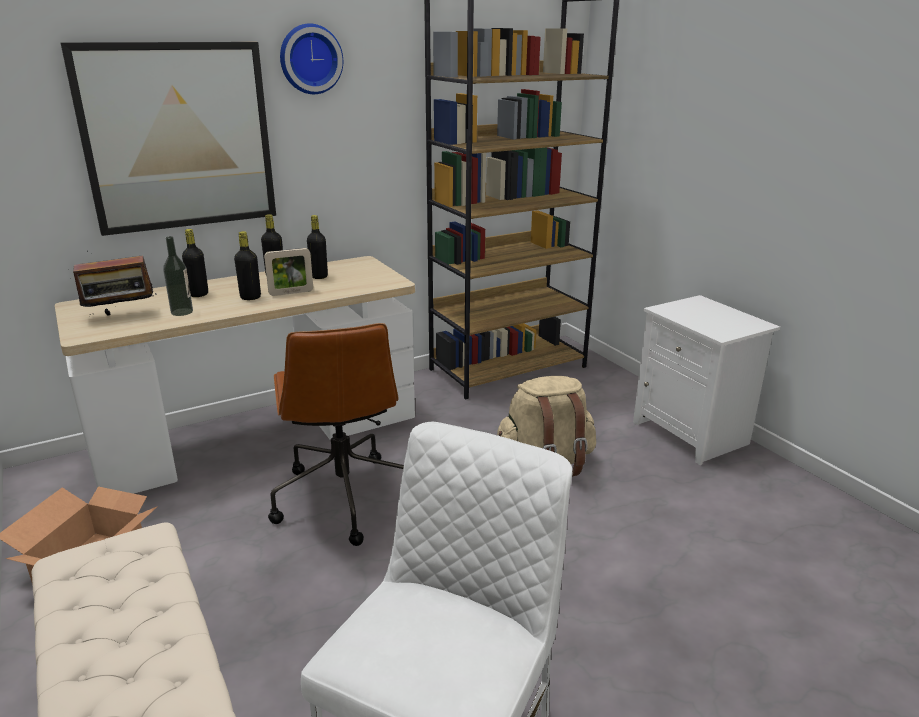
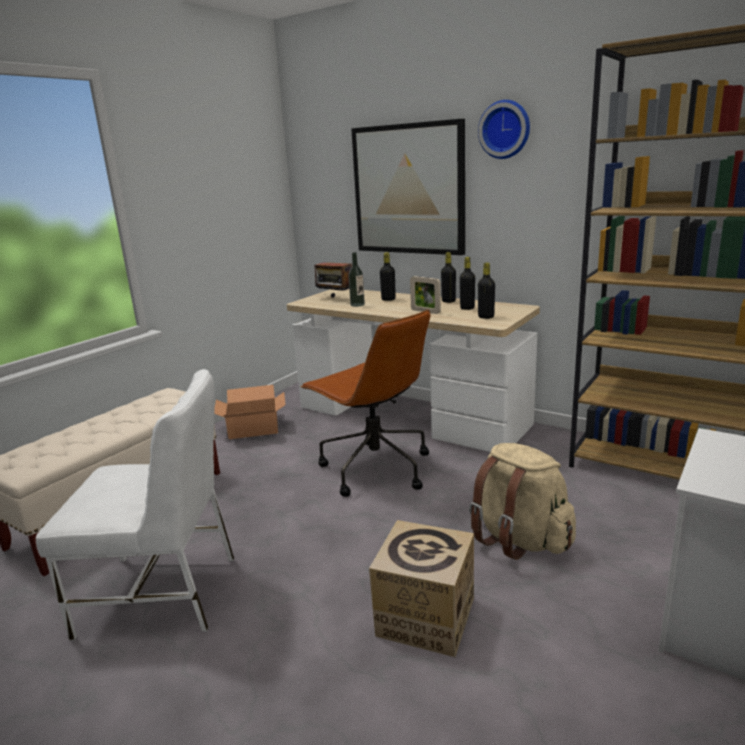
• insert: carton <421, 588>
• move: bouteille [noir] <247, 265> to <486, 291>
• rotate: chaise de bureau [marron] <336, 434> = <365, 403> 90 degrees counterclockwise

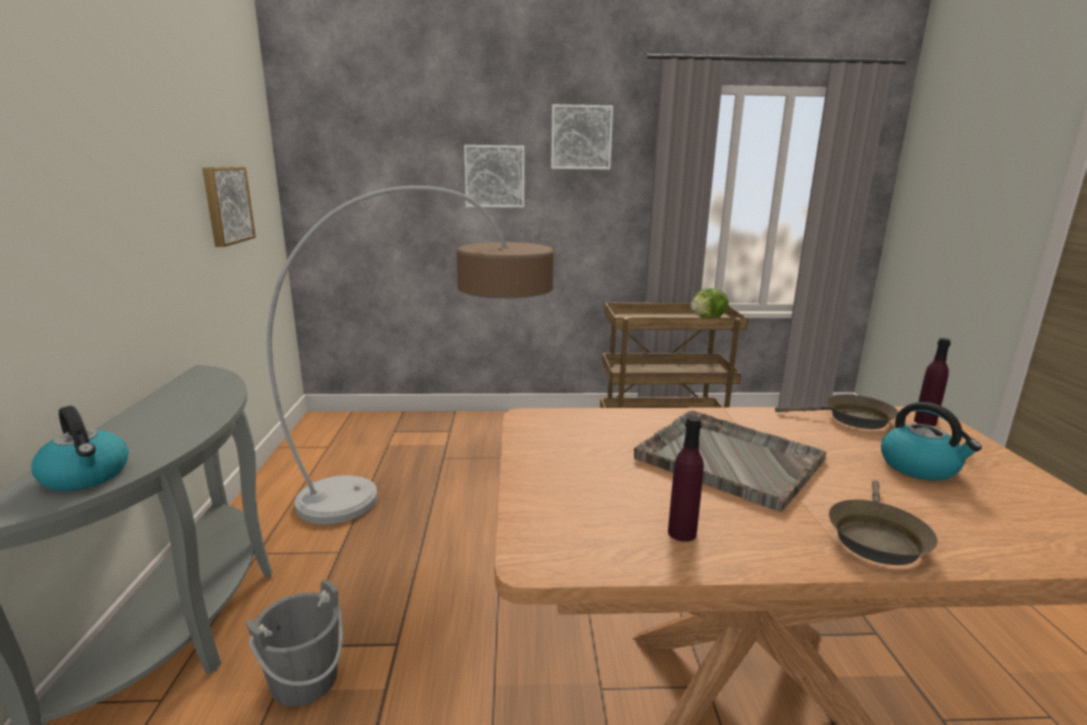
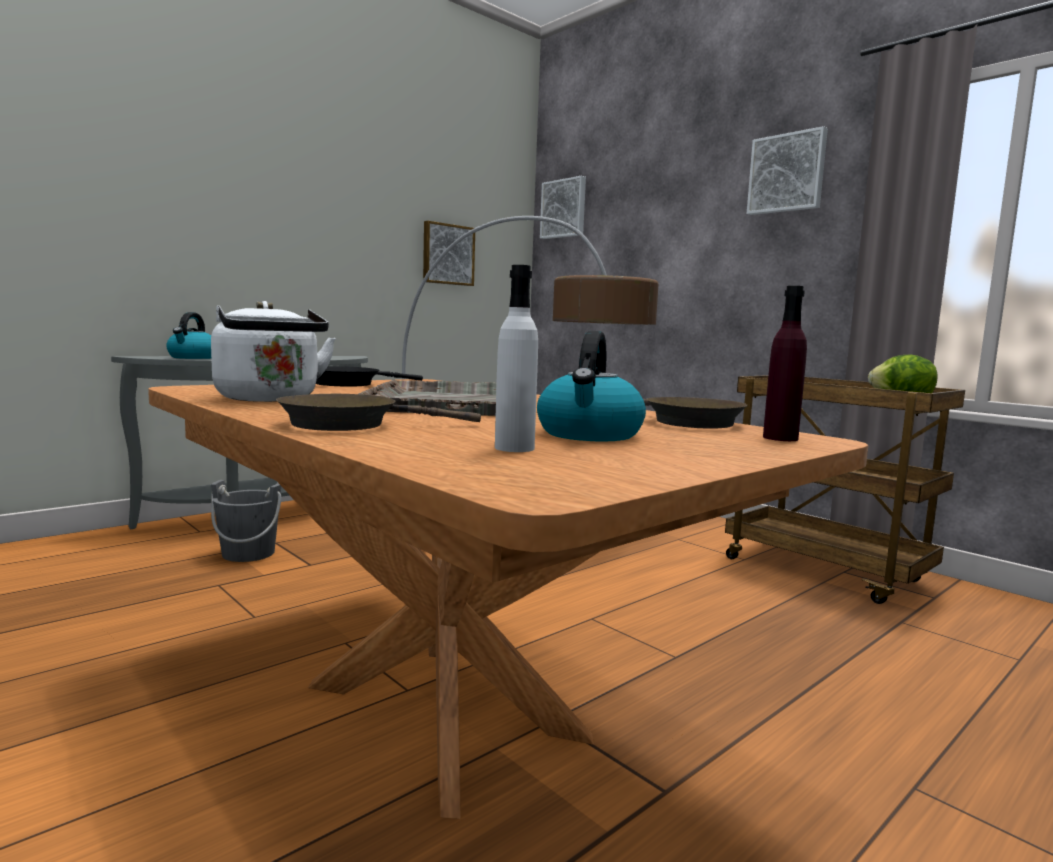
• insert: poêle [noir] <369, 376>
• insert: bouteille [blanc] <516, 358>
• move: tableau <494, 176> to <563, 207>
• replace: bouteille [violet] <686, 479> to bouilloire [blanc] <273, 351>

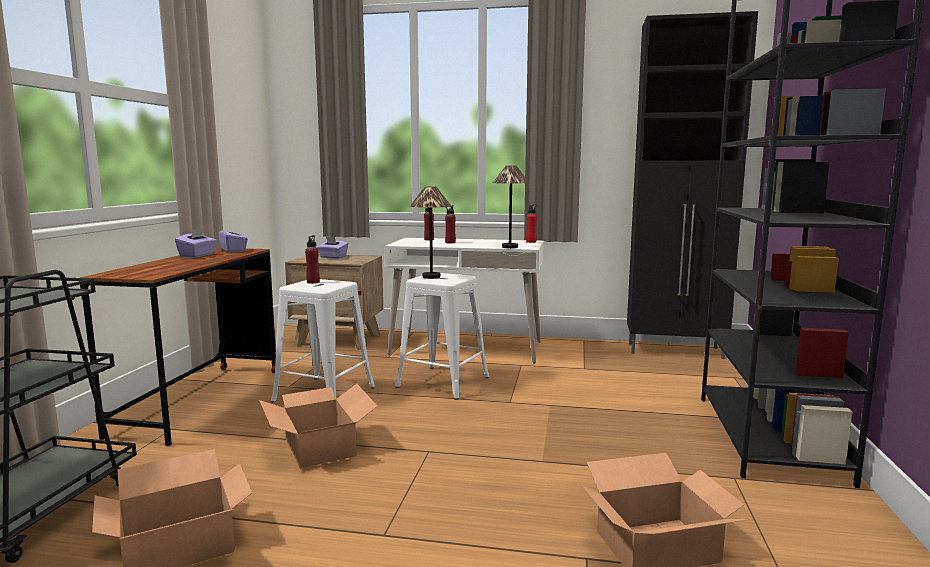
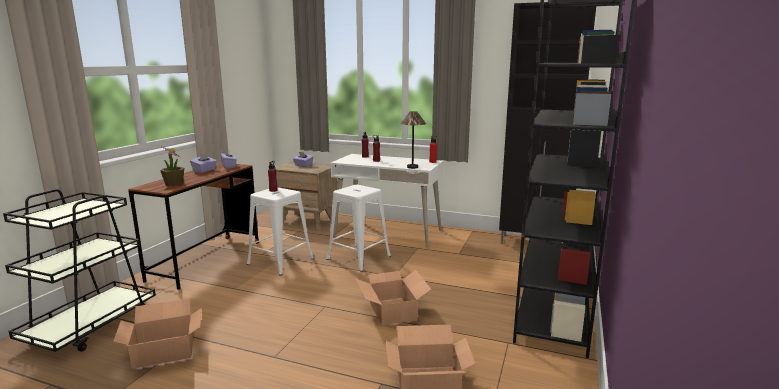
• delete: lampe de table <430, 233>
• insert: plante en pot <172, 166>
• move: carton <318, 426> to <393, 297>

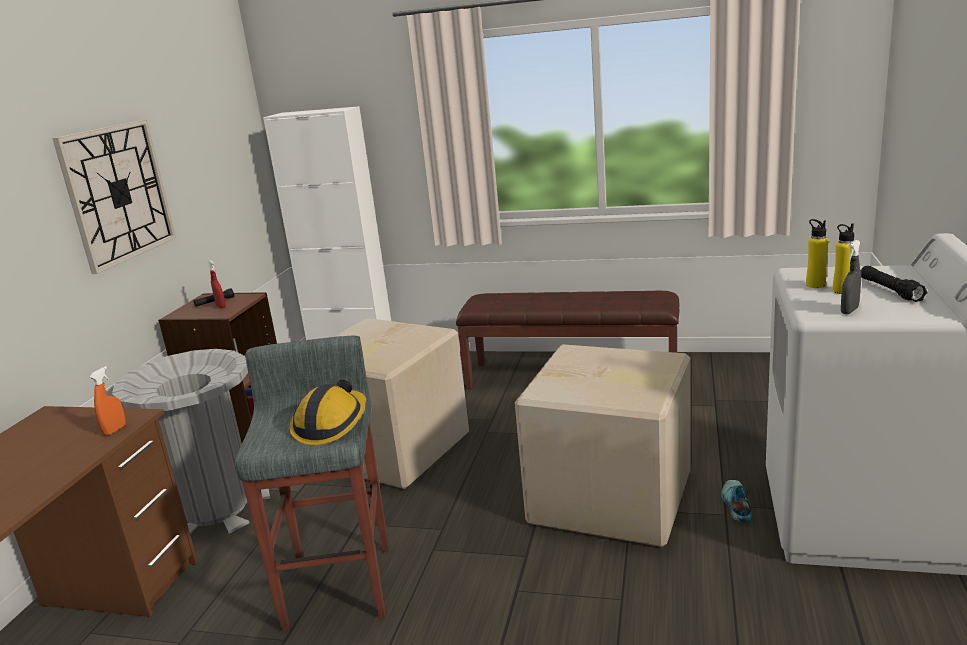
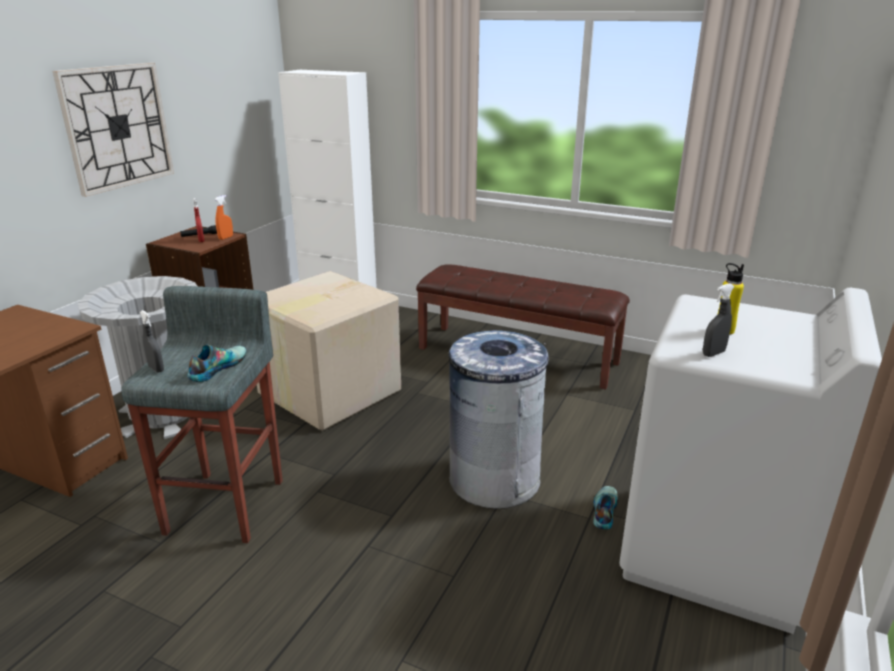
• delete: bouteille [jaune] <817, 253>
• delete: lampe de poche [noir] <894, 284>
• insert: vaporisateur [gris] <152, 341>
• move: vaporisateur [orange] <107, 401> to <224, 217>
• replace: casque de chantier <327, 412> to chaussure <216, 363>
• replace: carton <602, 445> to poubelle [gris] <499, 419>

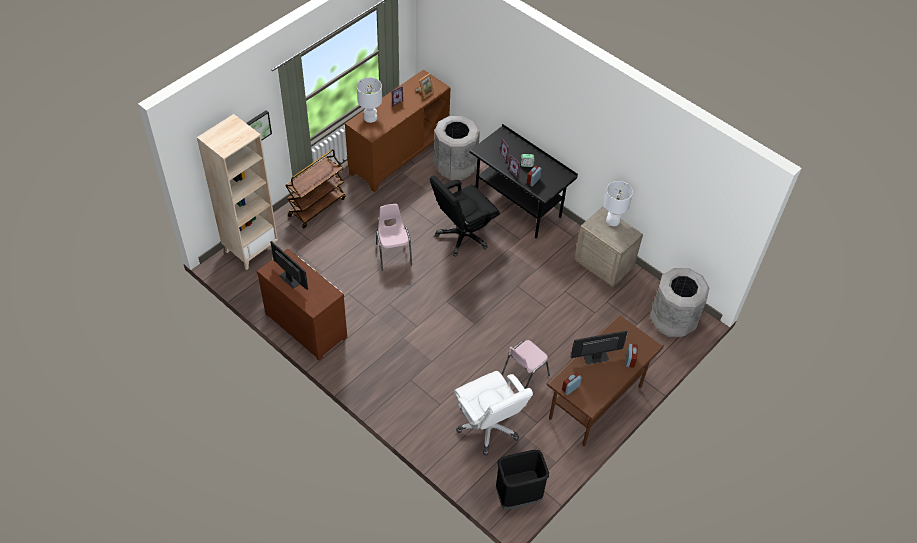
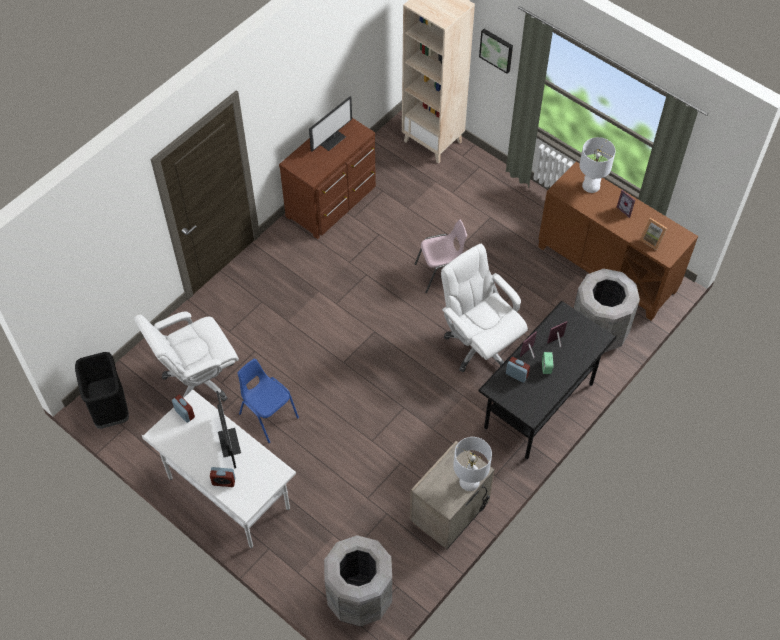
• delete: chariot [marron] <315, 188>
• recolor: chaise de bureau [noir] <465, 216> to chaise de bureau [blanc] <484, 308>
• recolor: chaise [rose] <525, 364> to chaise [bleu] <268, 401>
• recolor: bureau [marron] <605, 381> to bureau [blanc] <218, 469>

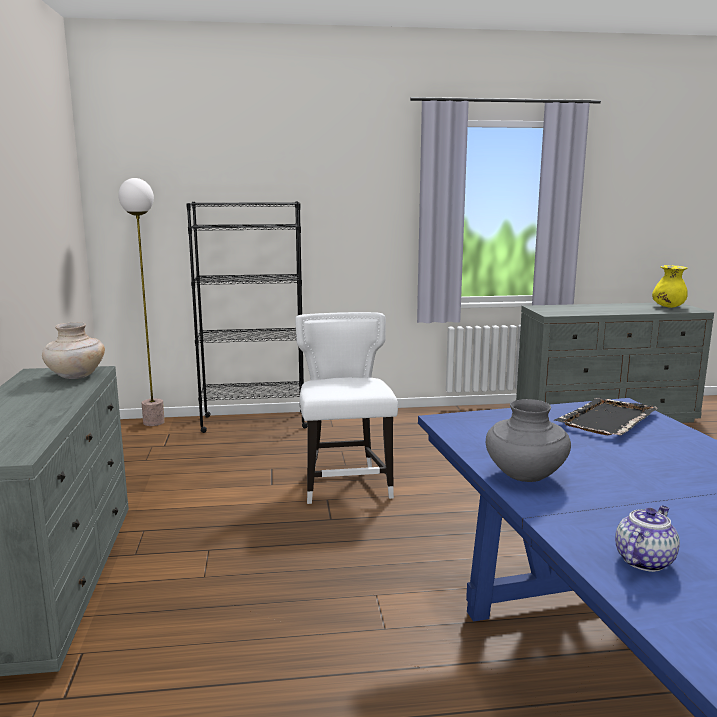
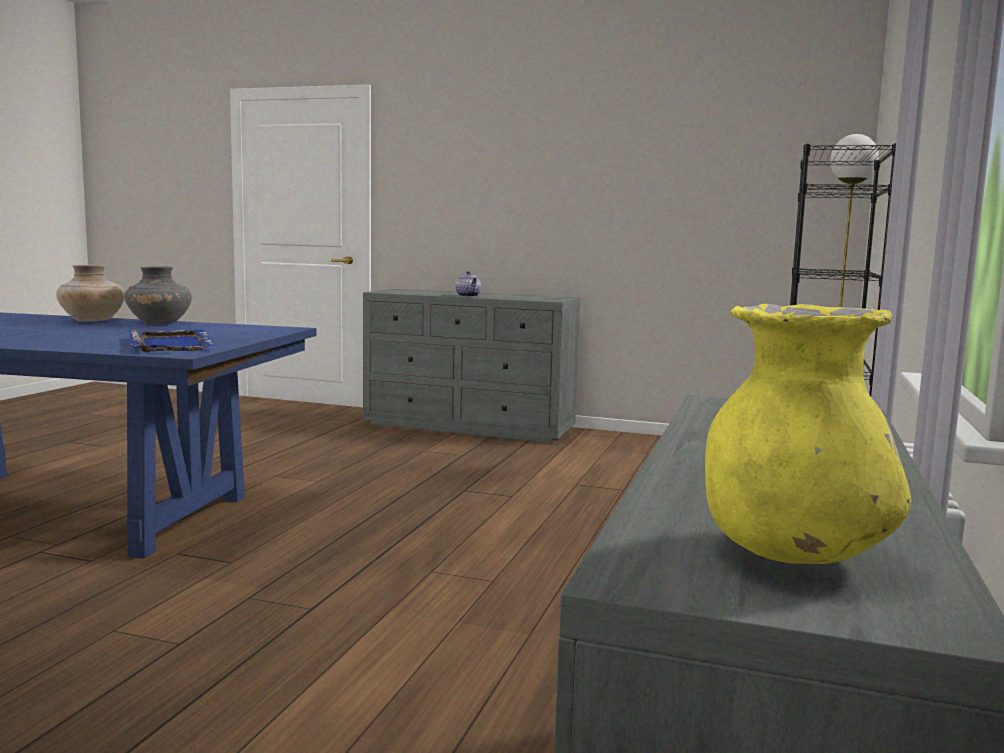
• delete: chaise [blanc] <346, 408>
• move: vase [beige] <73, 350> to <90, 293>
• move: théière <647, 538> to <468, 284>
• recolor: plateau [noir] <607, 416> to plateau [bleu] <173, 340>

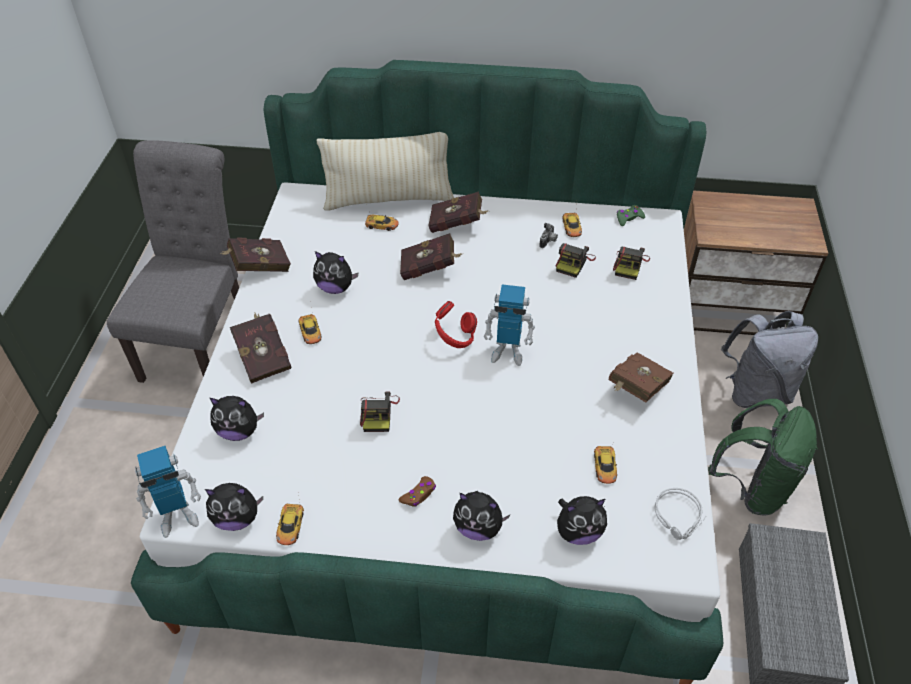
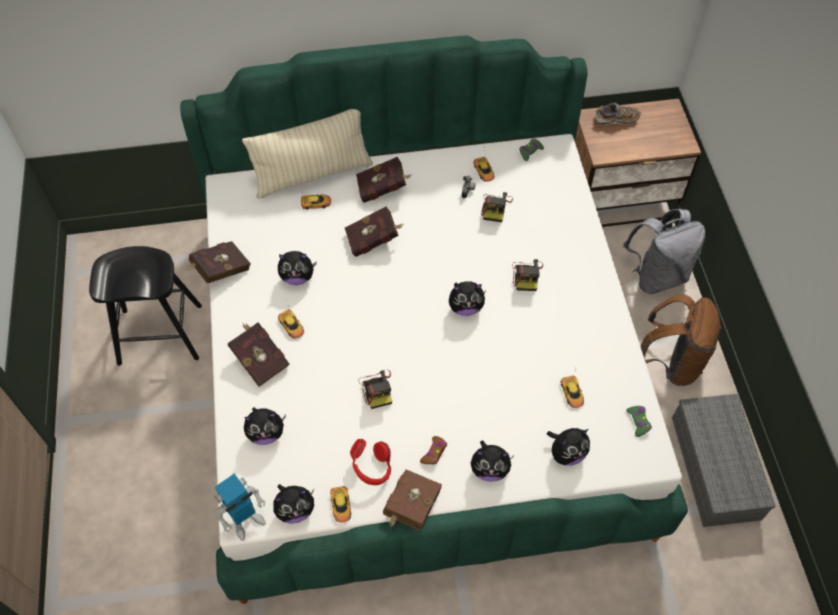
• insert: chaussure <618, 114>
• move: casque audio [rouge] <456, 324> to <370, 462>
• move: livre [marron] <641, 377> to <412, 500>
• move: appareil photo <631, 263> to <527, 275>
• replace: chaise [gris] <173, 261> to tabouret [noir] <145, 306>
• replace: robot jouet <509, 325> to peluche <467, 298>
• replace: casque audio [gris] <680, 514> to manette [vert] <639, 421>
• recolor: sac à dos [vert] <763, 457> to sac à dos [marron] <681, 340>

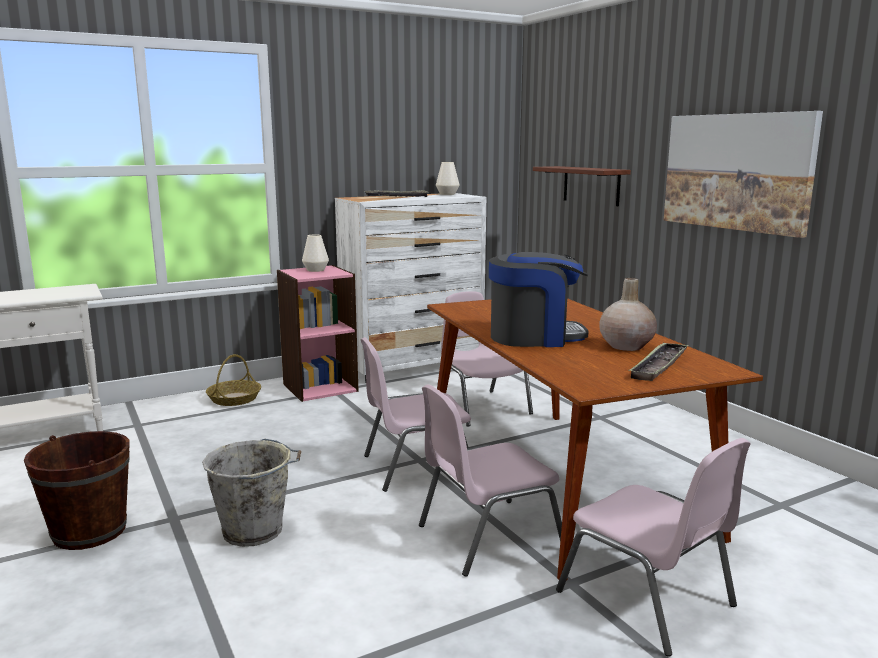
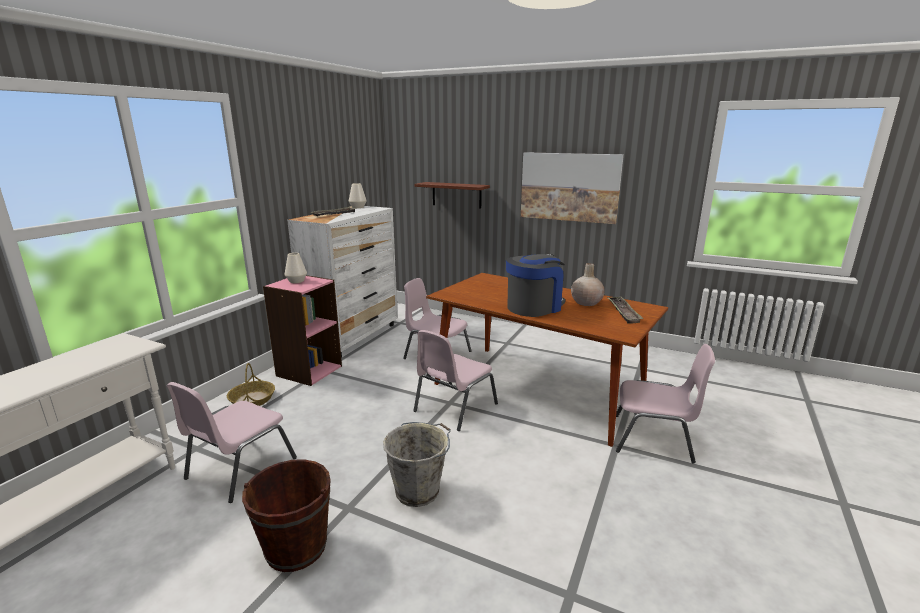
• move: chaise [rose] <490, 481> to <232, 442>

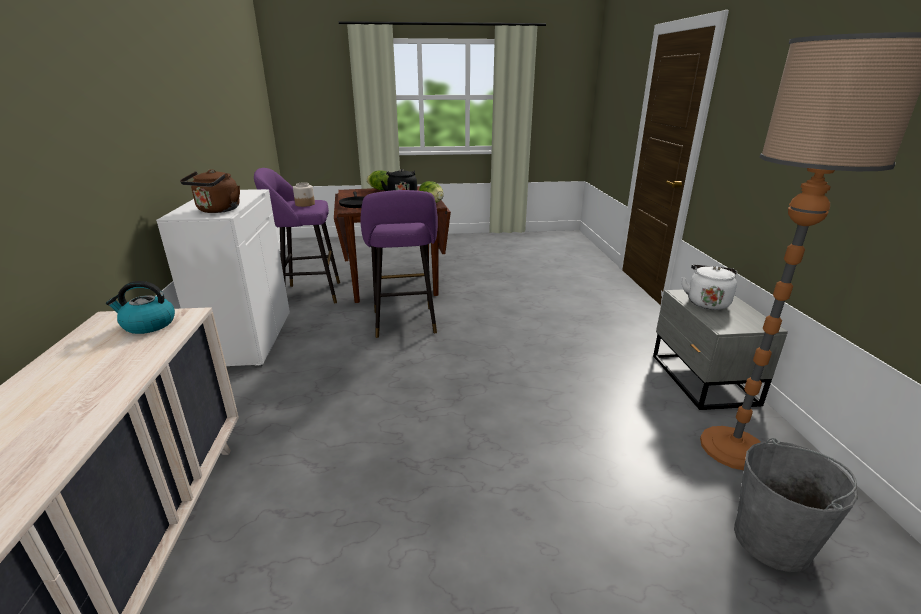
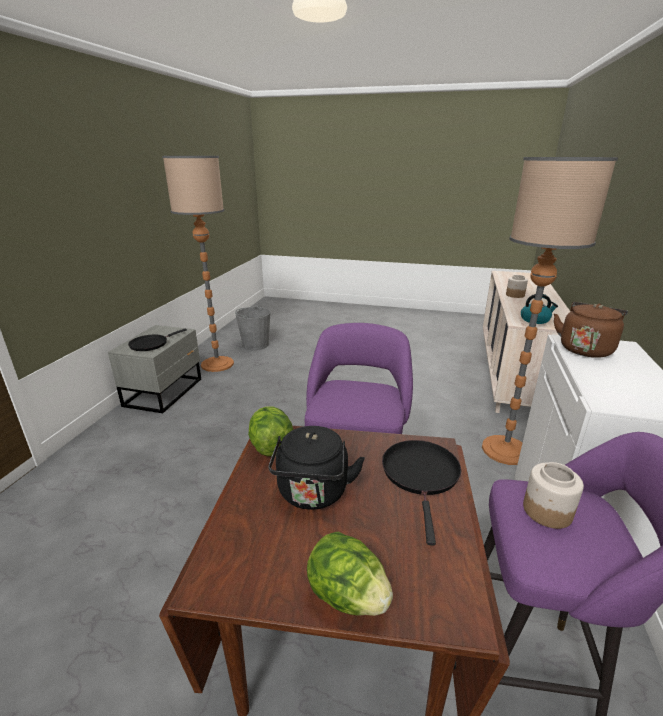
• insert: lampadaire <550, 311>
• insert: bocal <517, 286>
• replace: bouilloire [blanc] <709, 287> to poêle [noir] <157, 340>

